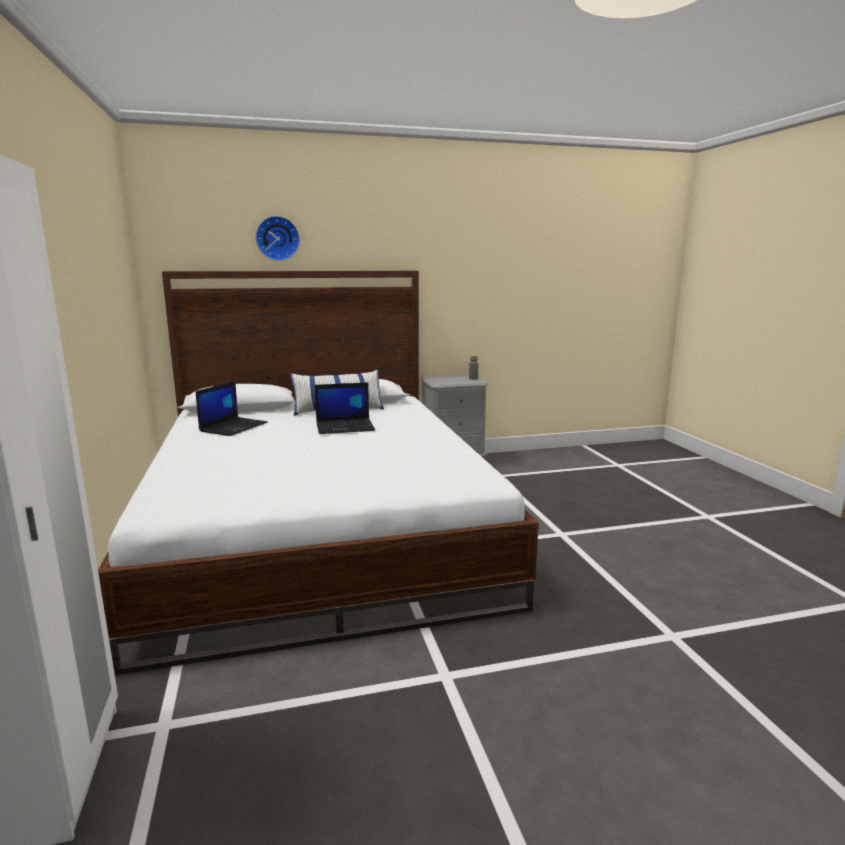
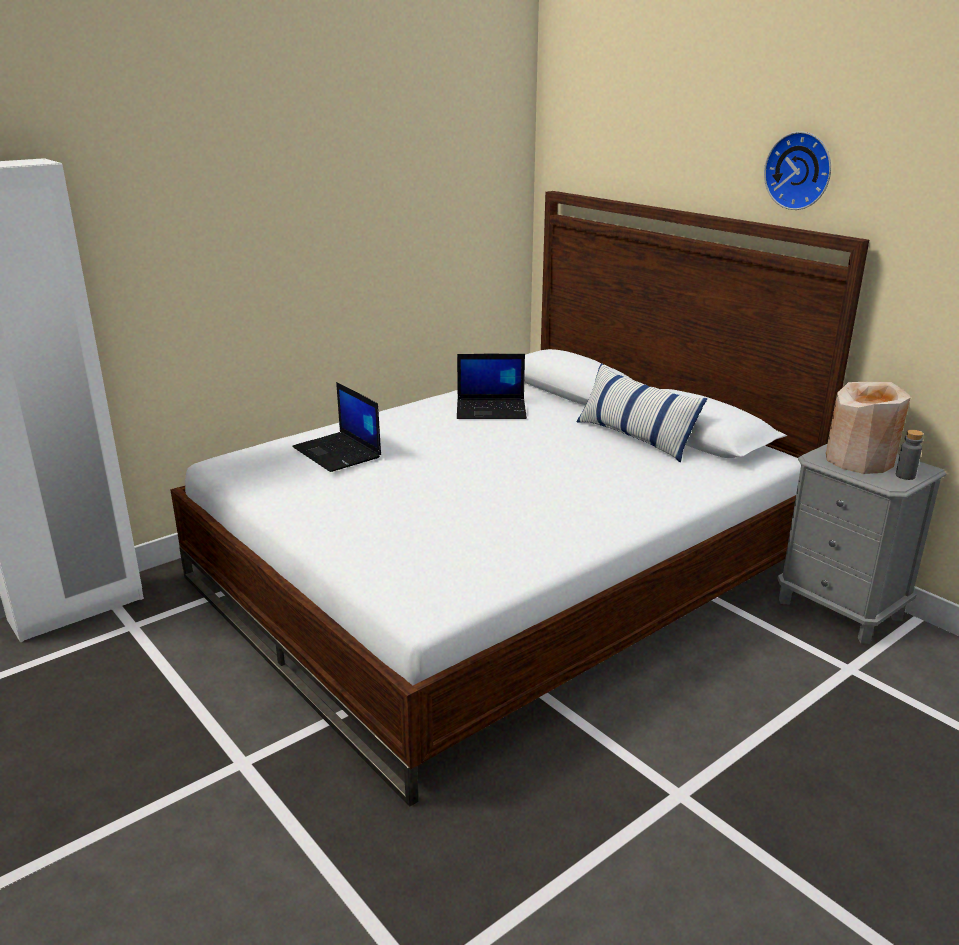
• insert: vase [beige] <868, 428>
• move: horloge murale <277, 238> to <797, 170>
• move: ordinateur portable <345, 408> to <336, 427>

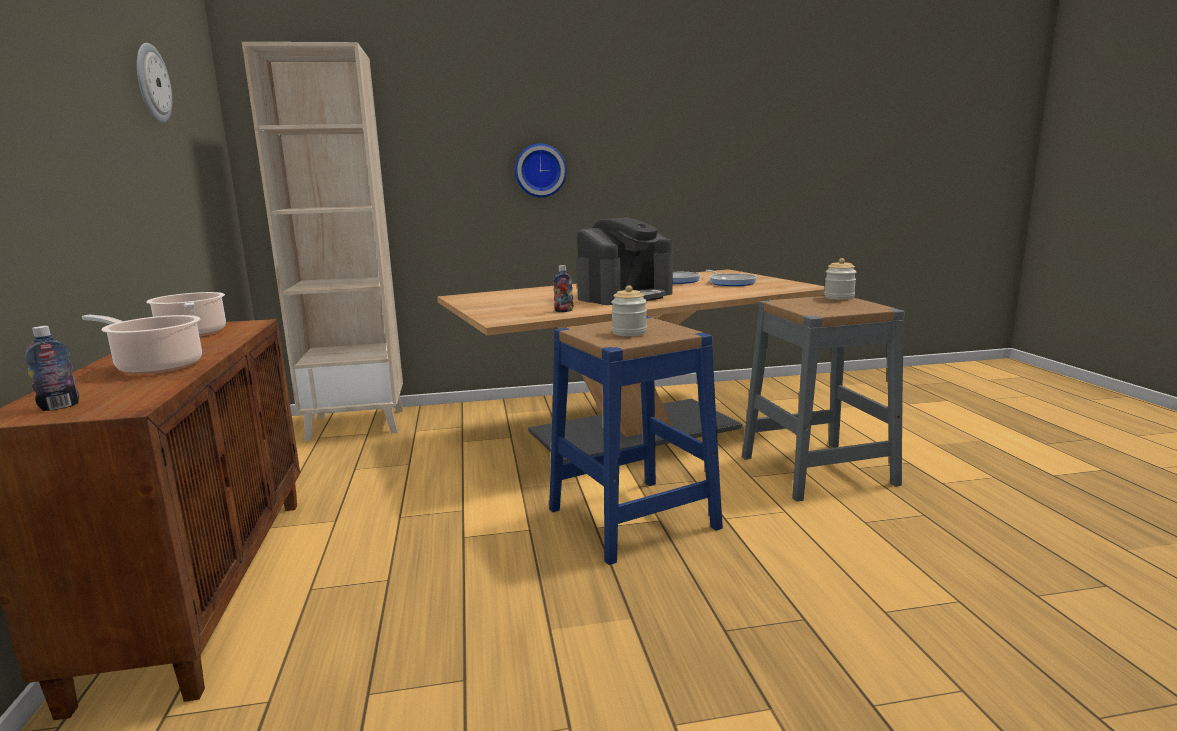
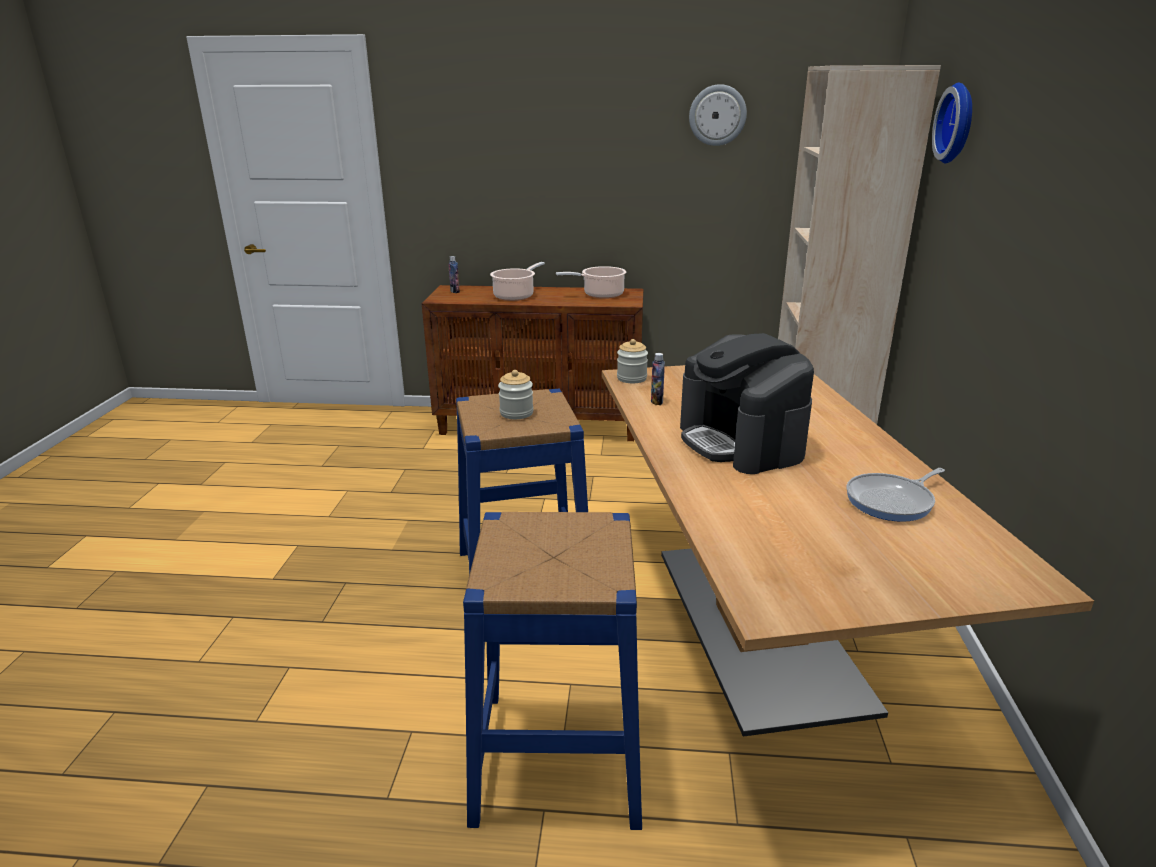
• delete: poêle <731, 278>
• move: horloge murale <541, 170> to <952, 123>
• move: bocal <840, 279> to <632, 361>
• recolor: tabouret [gris] <823, 399> to tabouret [bleu] <552, 671>

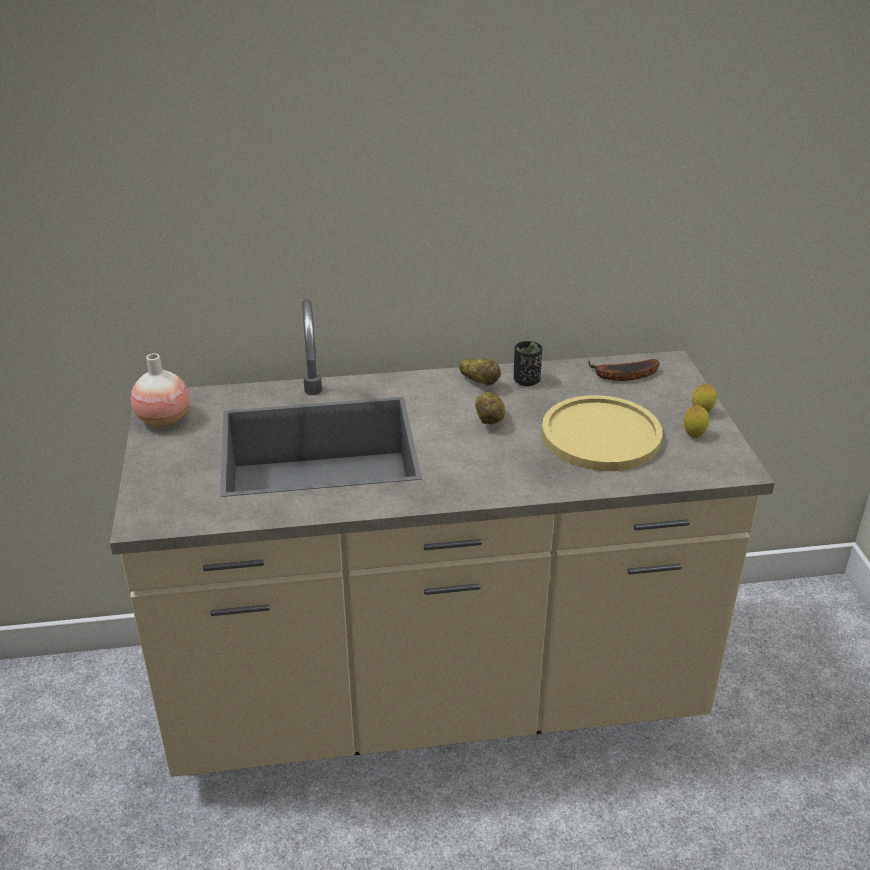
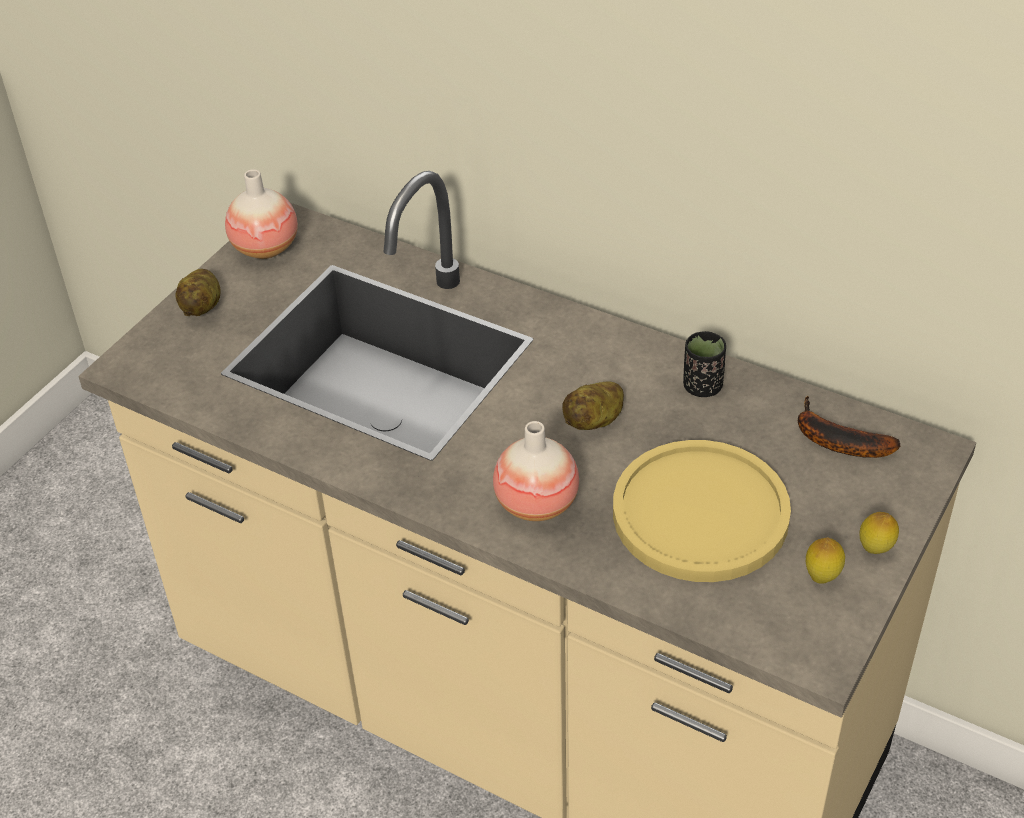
• insert: vase <536, 471>
• move: pomme de terre <480, 372> to <197, 292>

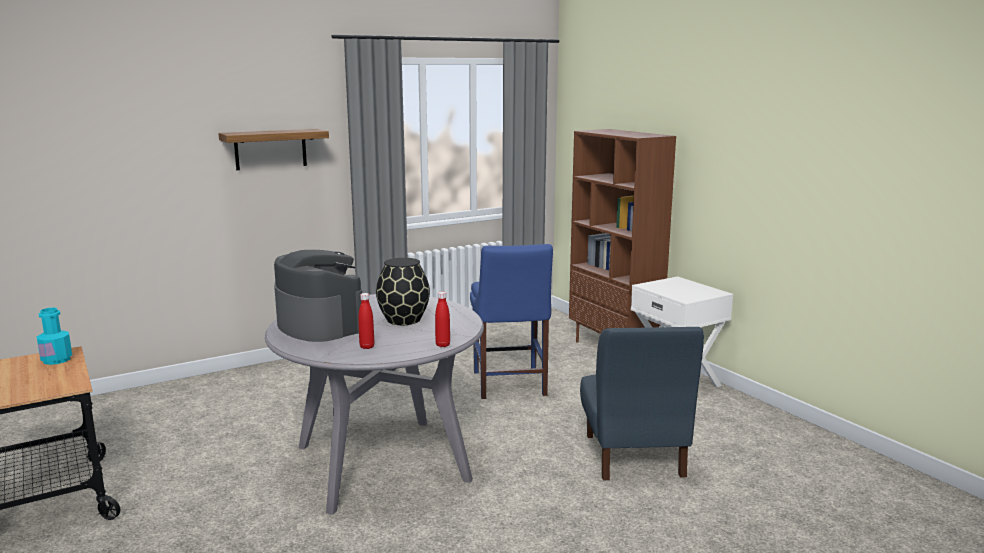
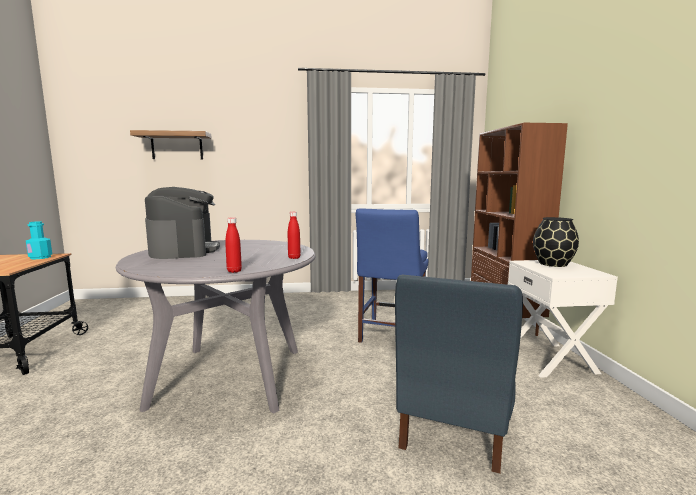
• move: étagère <273, 149> to <170, 145>
• move: bouteille [rouge] <366, 321> to <294, 235>
• move: vase [noir] <403, 291> to <556, 242>

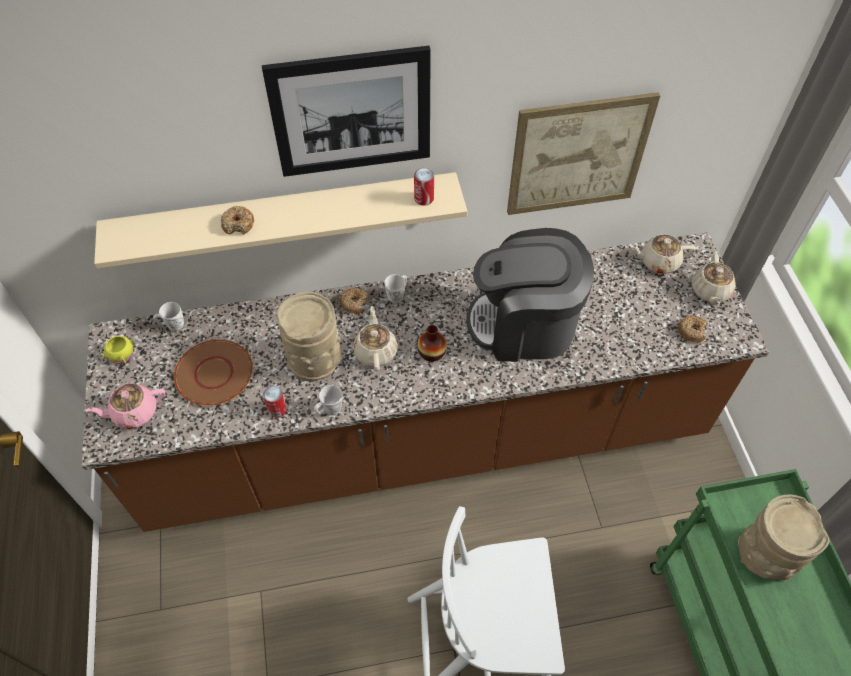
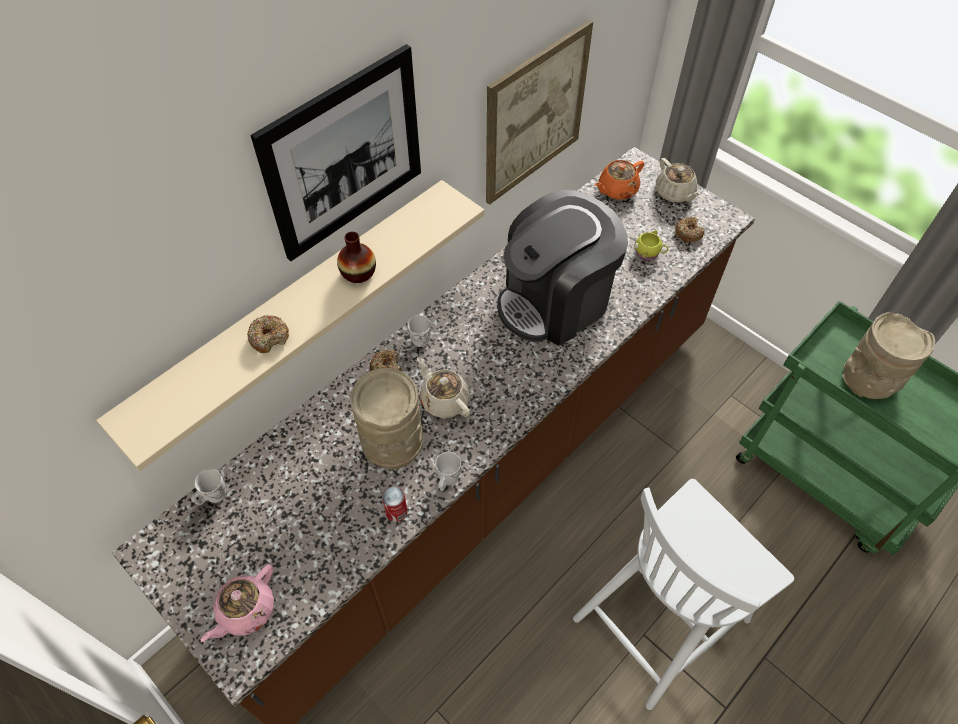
• delete: assiette [marron] <213, 372>
• delete: boîte métallique <424, 187>
• move: mug [jaune] <118, 349> to <651, 245>
• move: vase <432, 343> to <356, 257>
• recolor: théière [beige] <662, 254> to théière [orange] <619, 180>

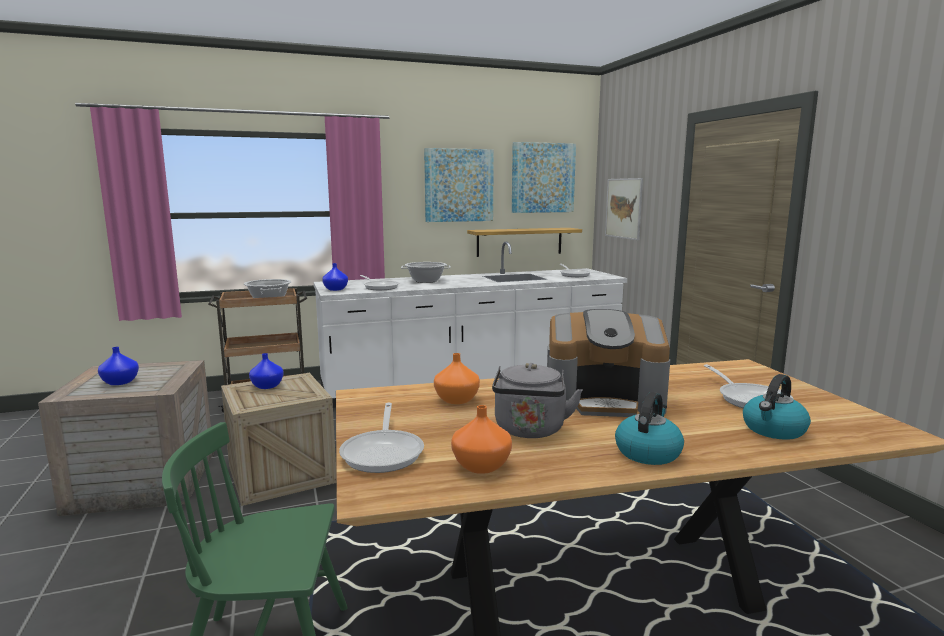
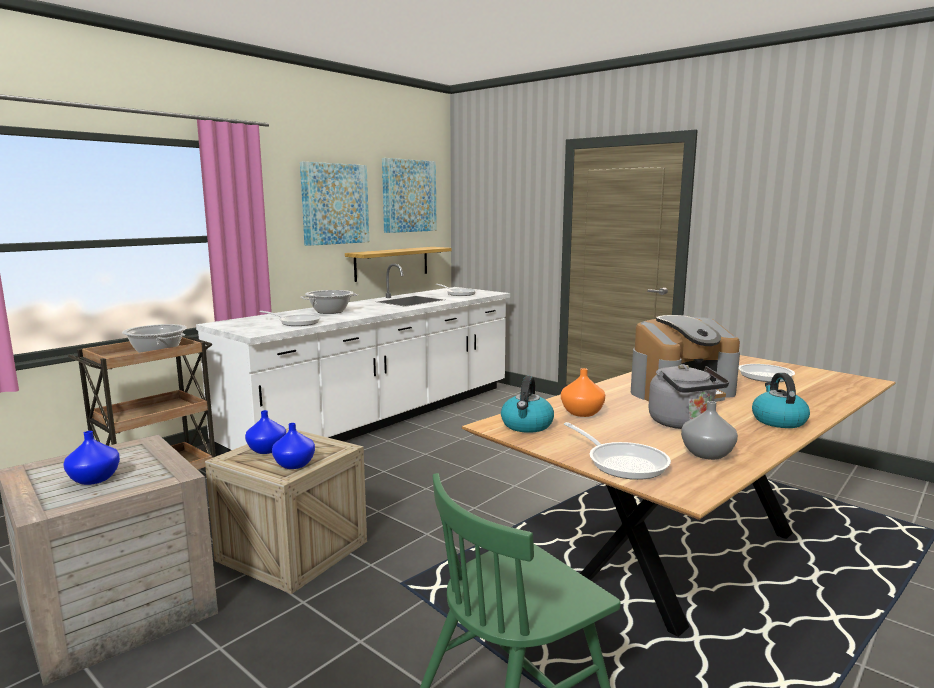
• delete: tableau <624, 209>
• move: vase [bleu] <335, 277> to <293, 446>
• move: bouilloire <777, 407> to <527, 404>
• recolor: vase [orange] <481, 439> to vase [gris] <709, 430>

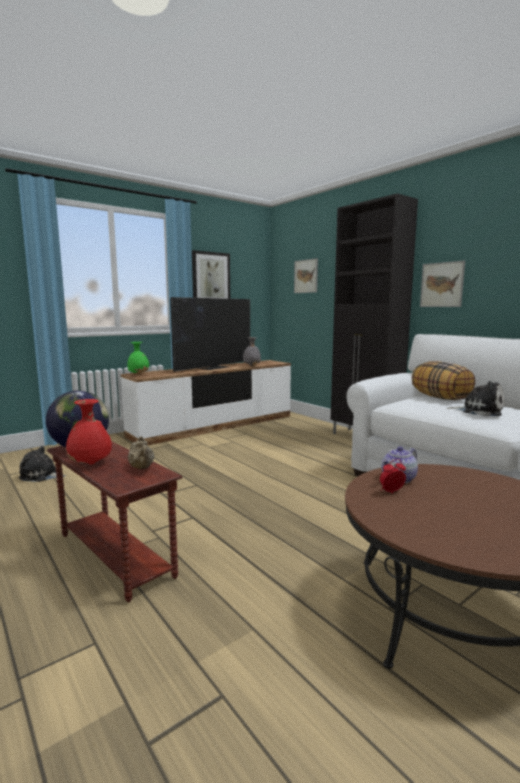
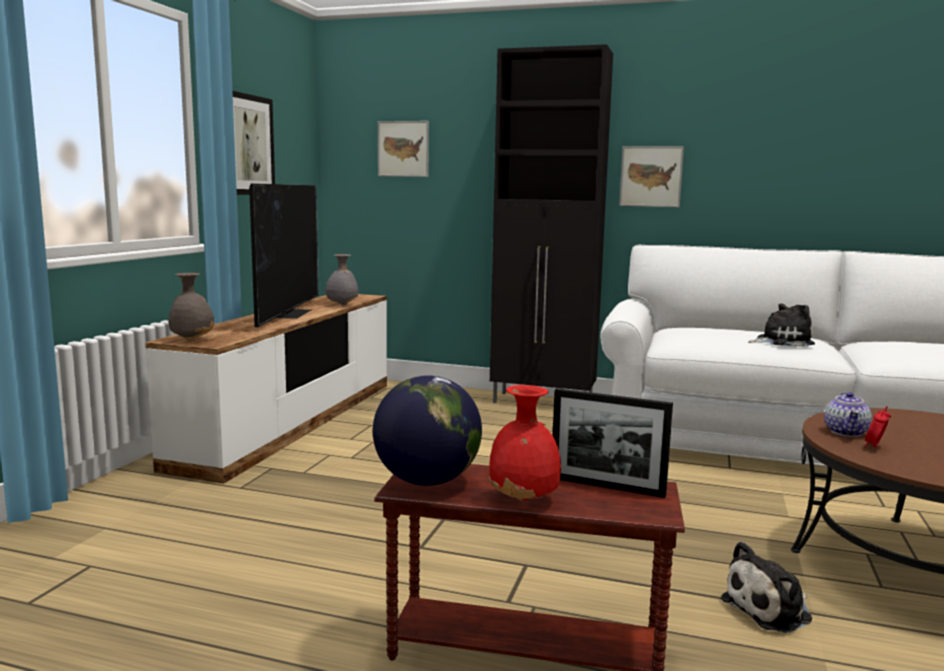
• delete: coussin <443, 380>
• move: peluche <43, 464> to <766, 587>
• replace: théière [beige] <140, 452> to cadre photo <613, 443>
• recolor: vase [vert] <138, 358> to vase [gris] <191, 307>

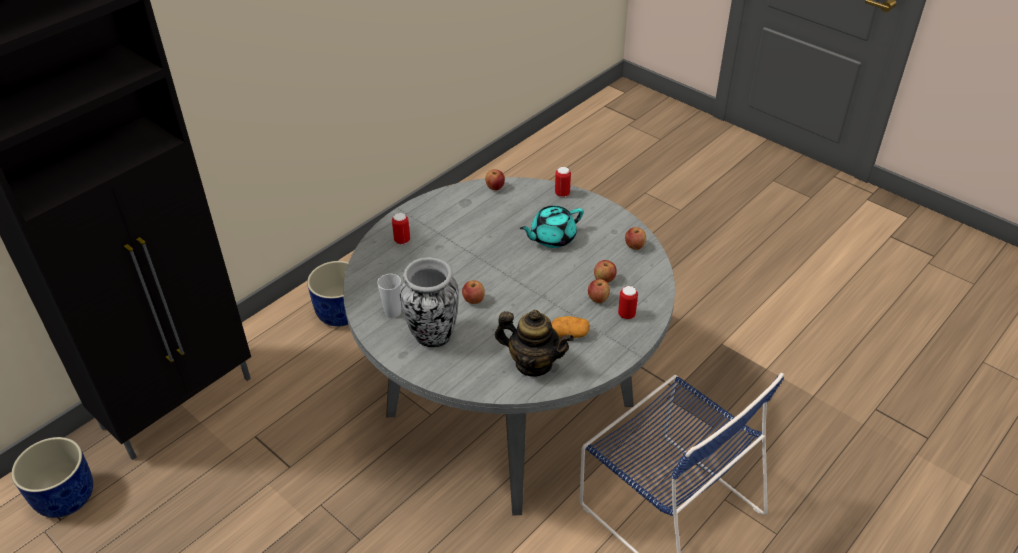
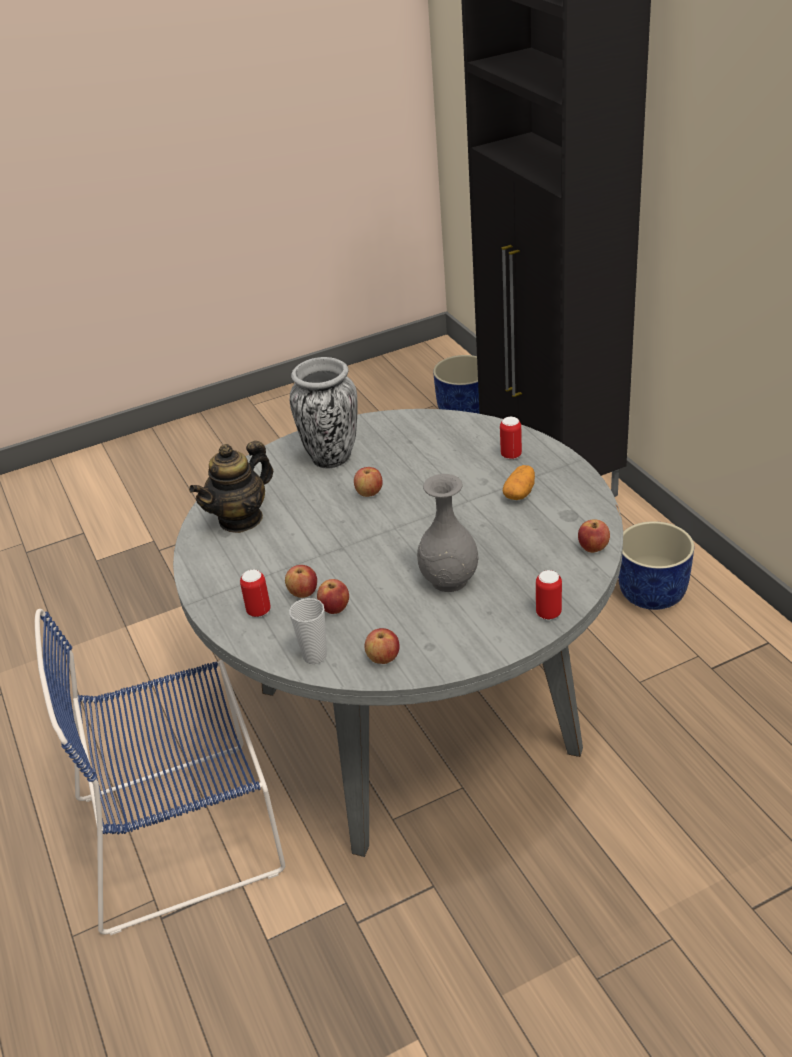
• move: tasse <389, 296> to <308, 631>
• move: pomme de terre <570, 327> to <519, 482>
• replace: théière [turquoise] <551, 227> to vase [gris] <447, 533>

